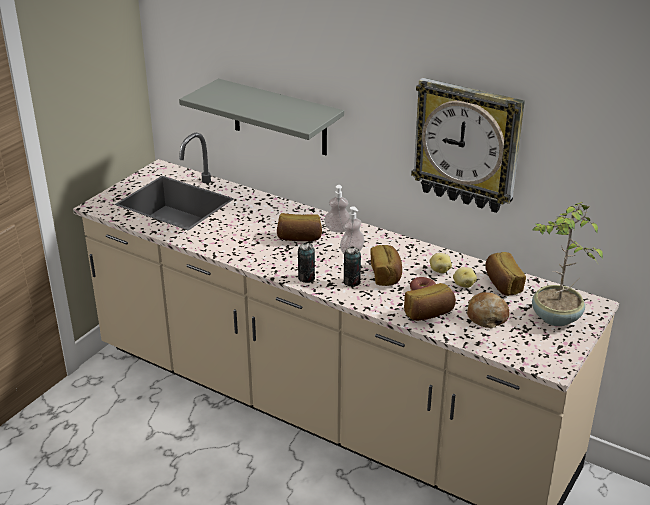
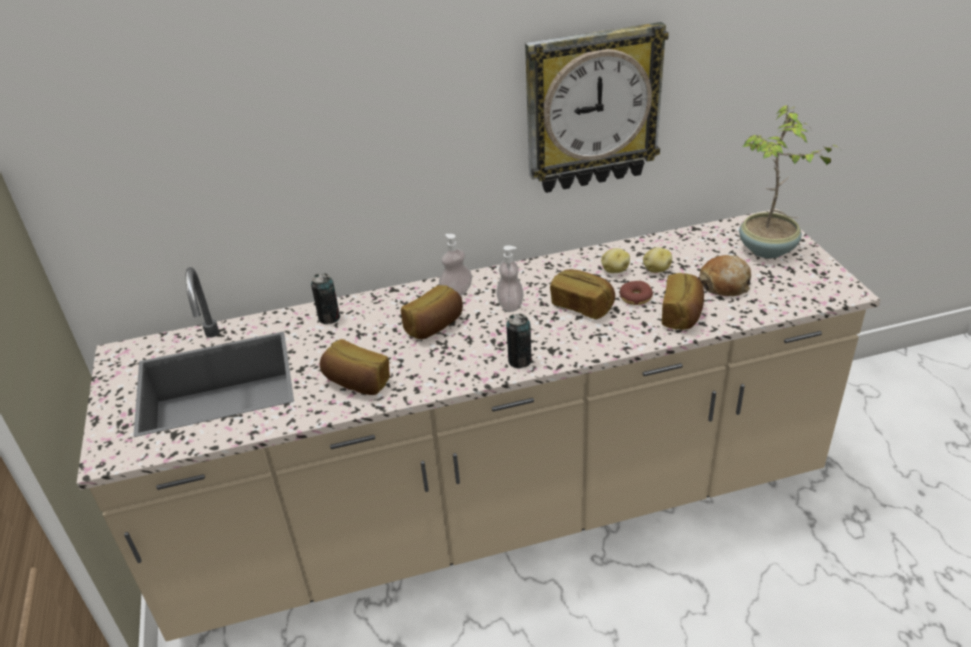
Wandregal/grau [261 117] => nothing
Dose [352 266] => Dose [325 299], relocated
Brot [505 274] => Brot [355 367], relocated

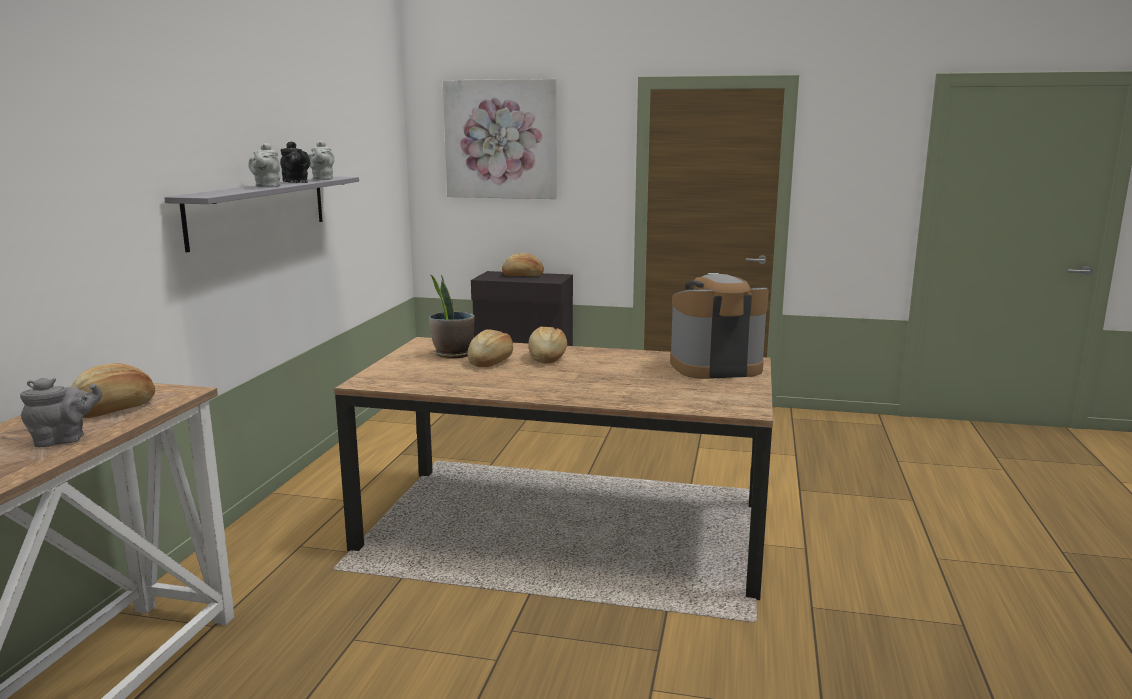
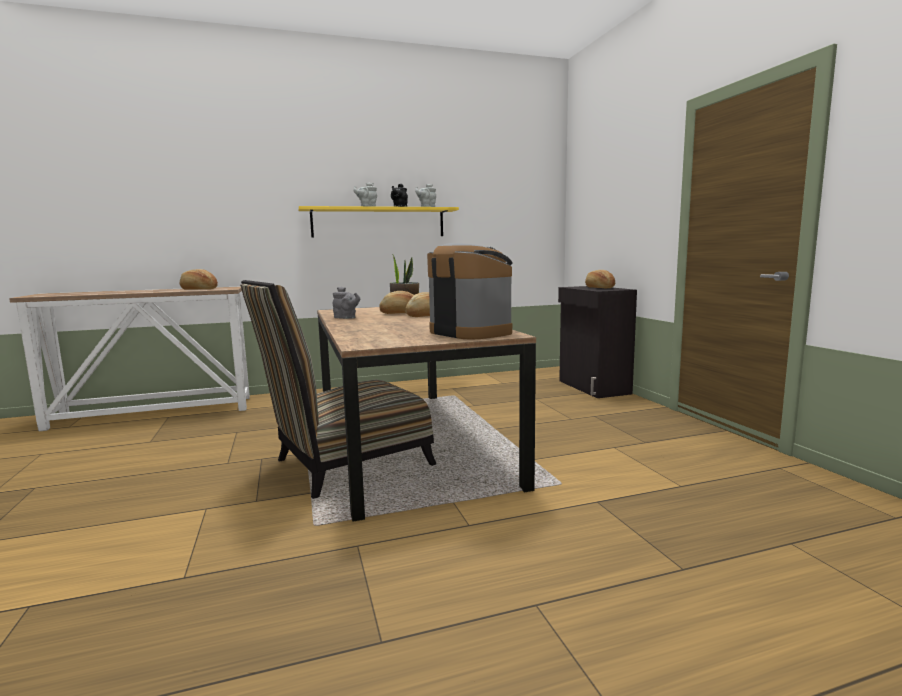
Teekanne/grau [61 412] => Teekanne/grau [346 303], relocated
Wandregal/grau [261 214] => Wandregal/gelb [378 221]
Bild [500 139] => nothing
nothing => Stuhl [338 389]

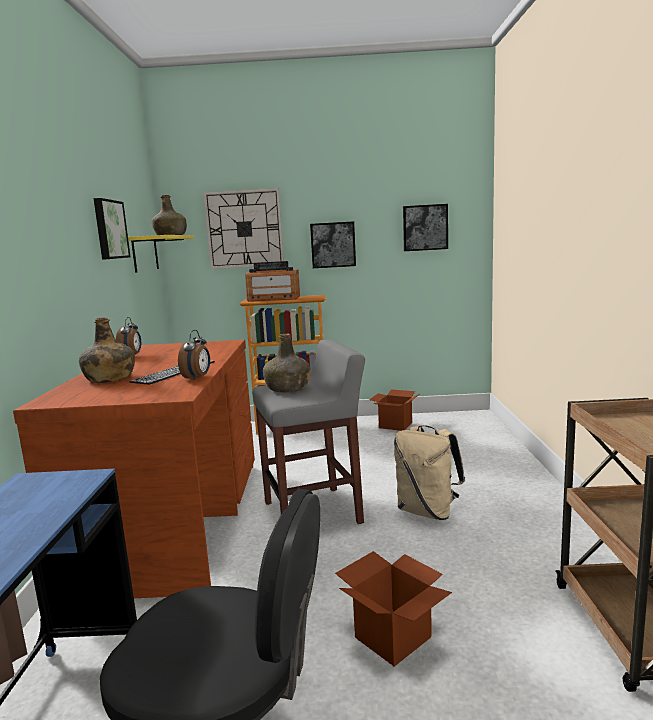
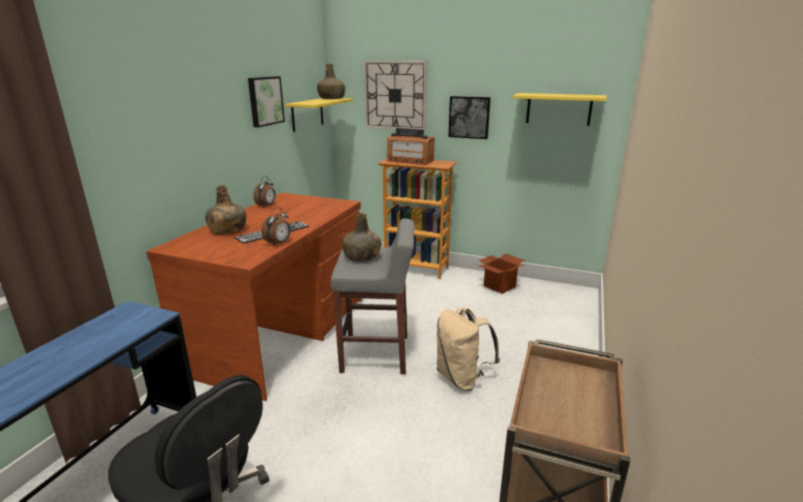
Karton [393 609] => nothing
Bild [425 227] => Wandregal/gelb [560 109]

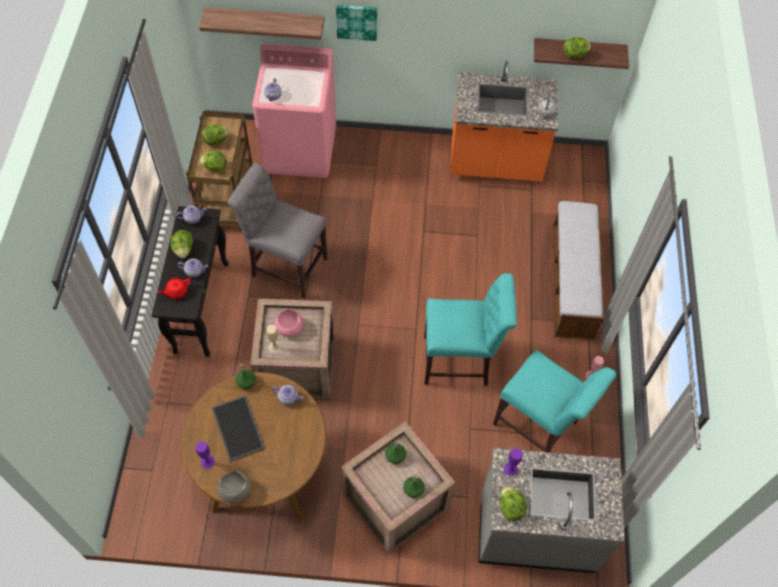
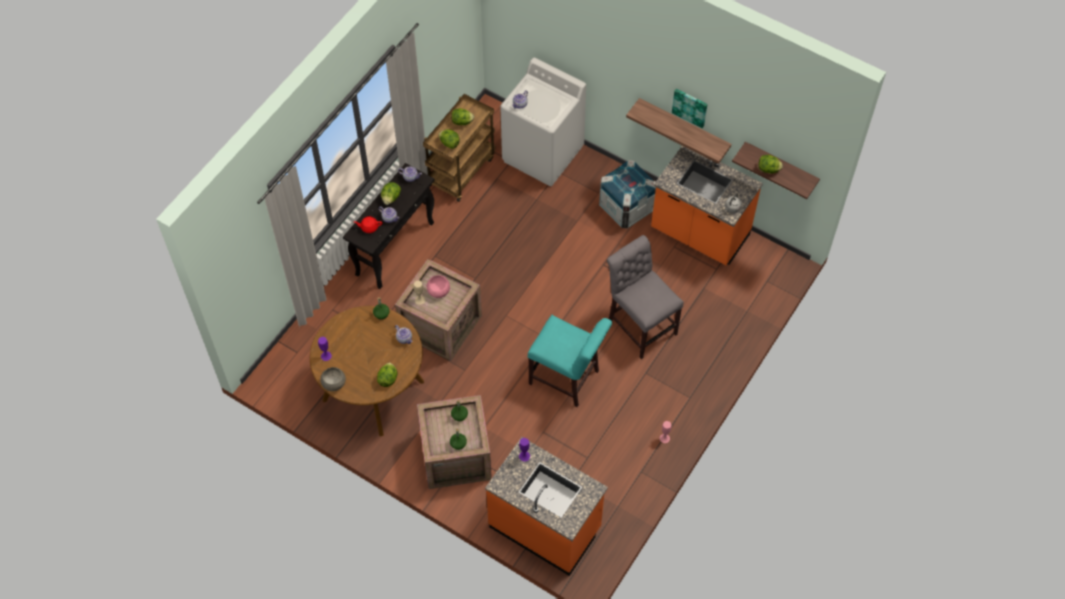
Wandregal [262 23] => Wandregal [678 131], relocated
Tablett [238 428] => nothing
Stuhl/grau [277 230] => Stuhl/grau [645 297], relocated
Waschmaschine/rosa [294 110] => Waschmaschine/weiß [543 122]
Bild [356 23] => Bild [690 108], relocated
Küchenzeile/grau [551 510] => Küchenzeile/orange [546 506]
Stuhl/türkis [554 401] => nothing
Salatkopf [513 504] => Salatkopf [387 375], relocated
Bank [578 270] => nothing
nothing => Kiste [627 194]

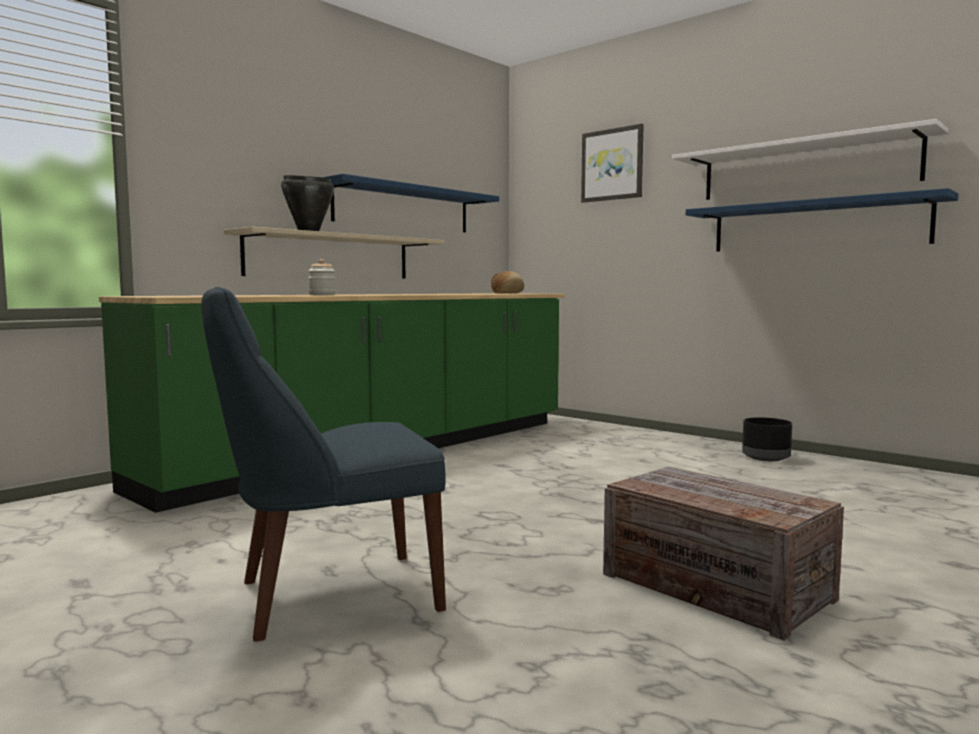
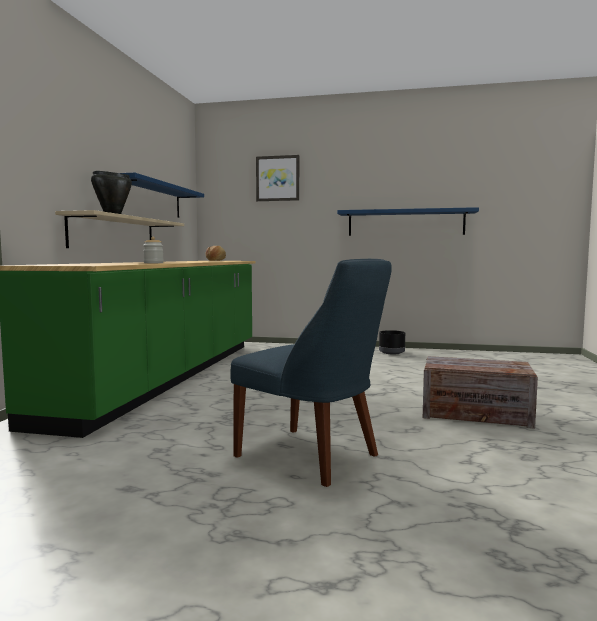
Stuhl/blau [323 464] => Stuhl/blau [311 373], 90 degrees counterclockwise
Wandregal/weiß [810 159] => nothing

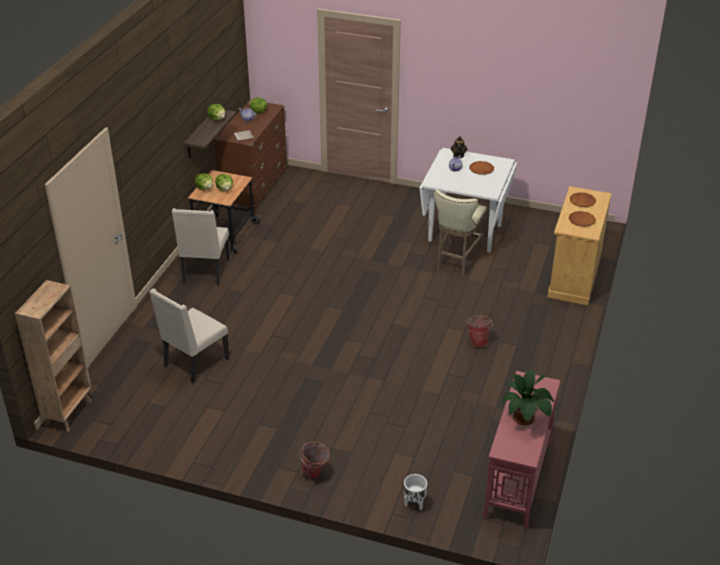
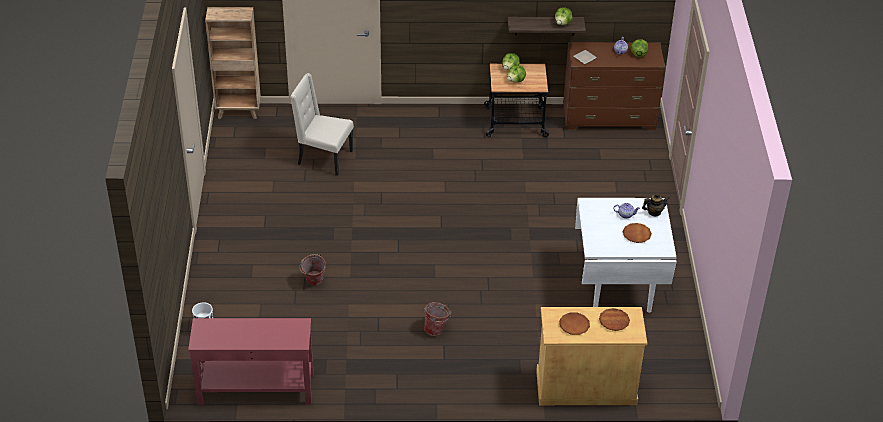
Stuhl/beige [201 246] => nothing
Eimer [315 460] => Eimer [313 269], relocated
Hocker/beige [460 232] => nothing
Topfpflanze [527 397] => nothing

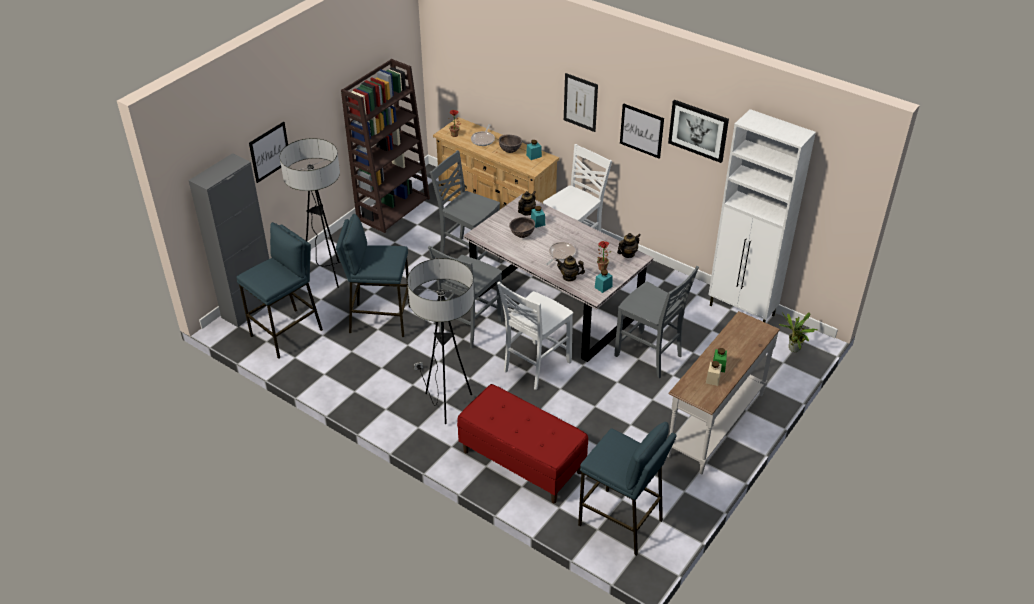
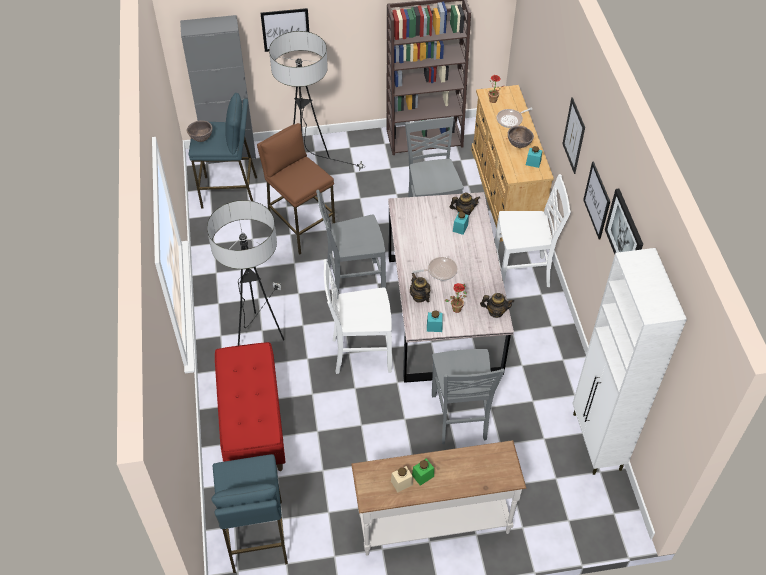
Hocker/blau [373 275] => Hocker/braun [296 188]
Schüssel/braun [522 227] => Schüssel/braun [199 131], relocated
Topfpflanze [798 332] => nothing

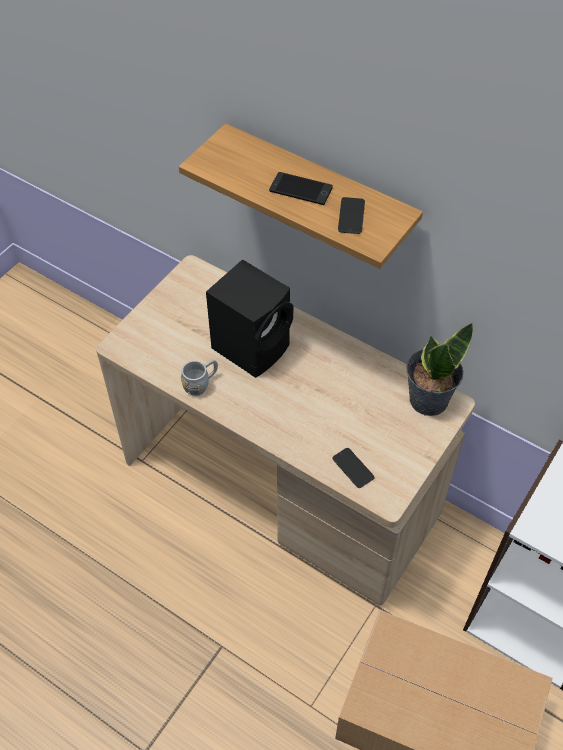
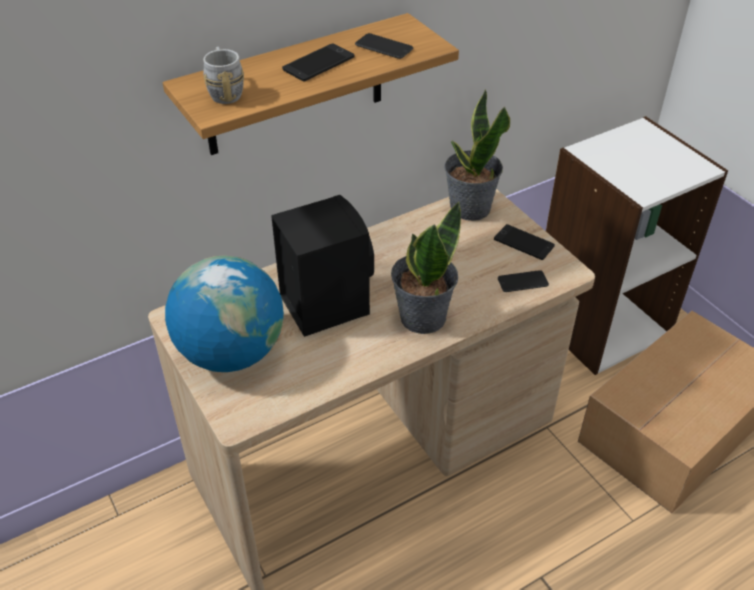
Henkelbecher/grau [199 378] => Henkelbecher/grau [223 75], relocated
nothing => Globus [224 313]
nothing => Topfpflanze [426 267]
nothing => Handy [524 242]

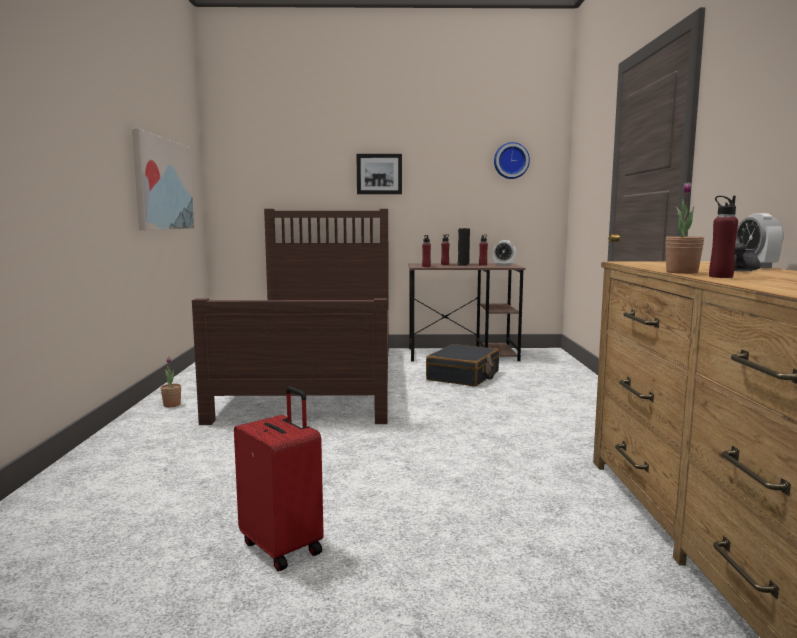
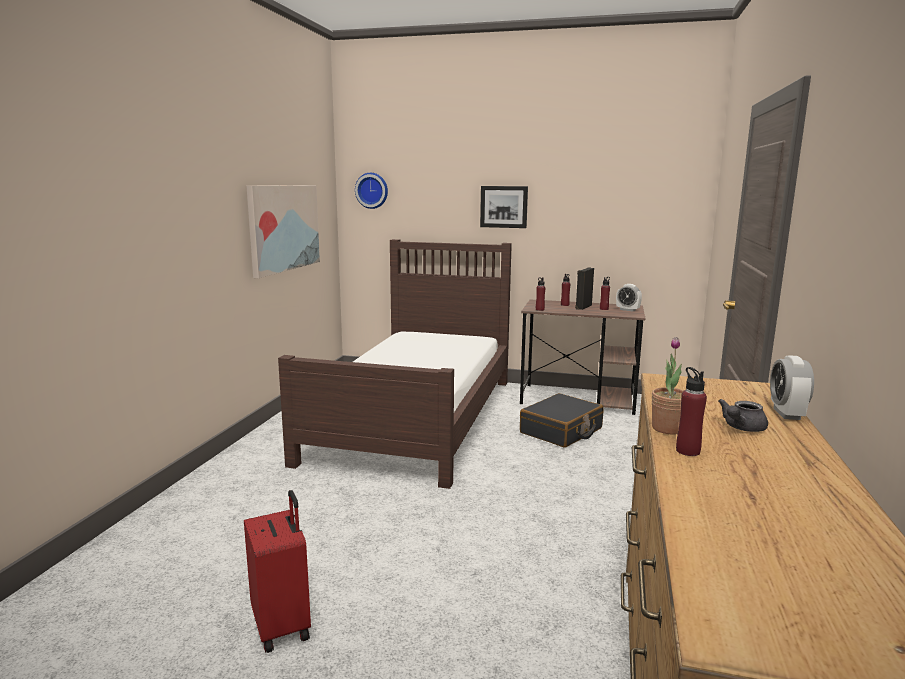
Topfpflanze [170 382] => nothing
Wanduhr [512 160] => Wanduhr [371 191], relocated

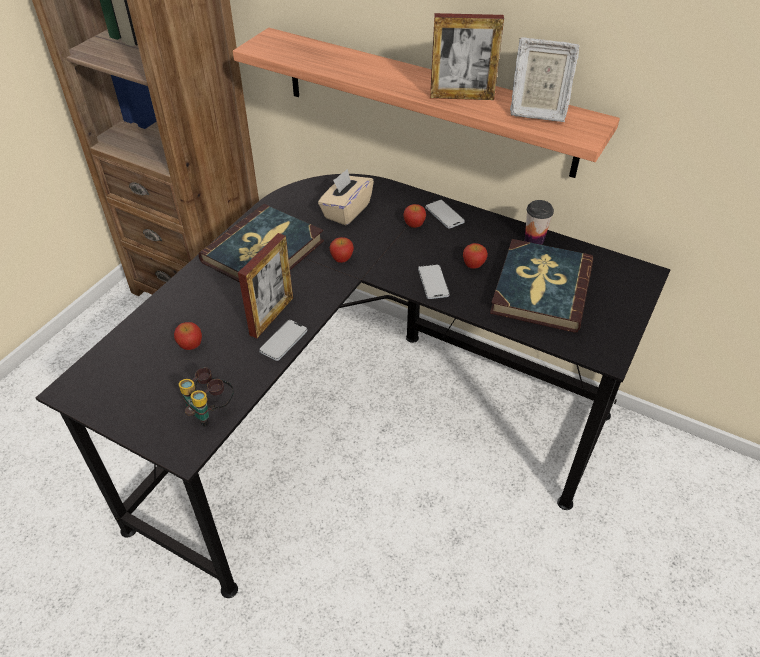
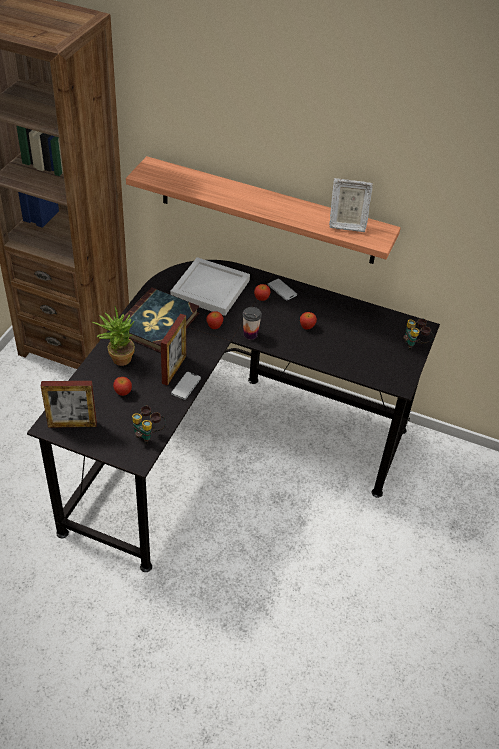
Taschentuchbox/beige [346 196] => Tablett/weiß [210 286]
Handy [434 281] => nothing
Bilderrahmen [467 56] => Bilderrahmen [69 404], relocated
Buch [541 286] => nothing
Tasse [539 222] => Tasse [252 323], relocated
nothing => Topfpflanze [113 336]
nothing => Fernglas [418 334]

